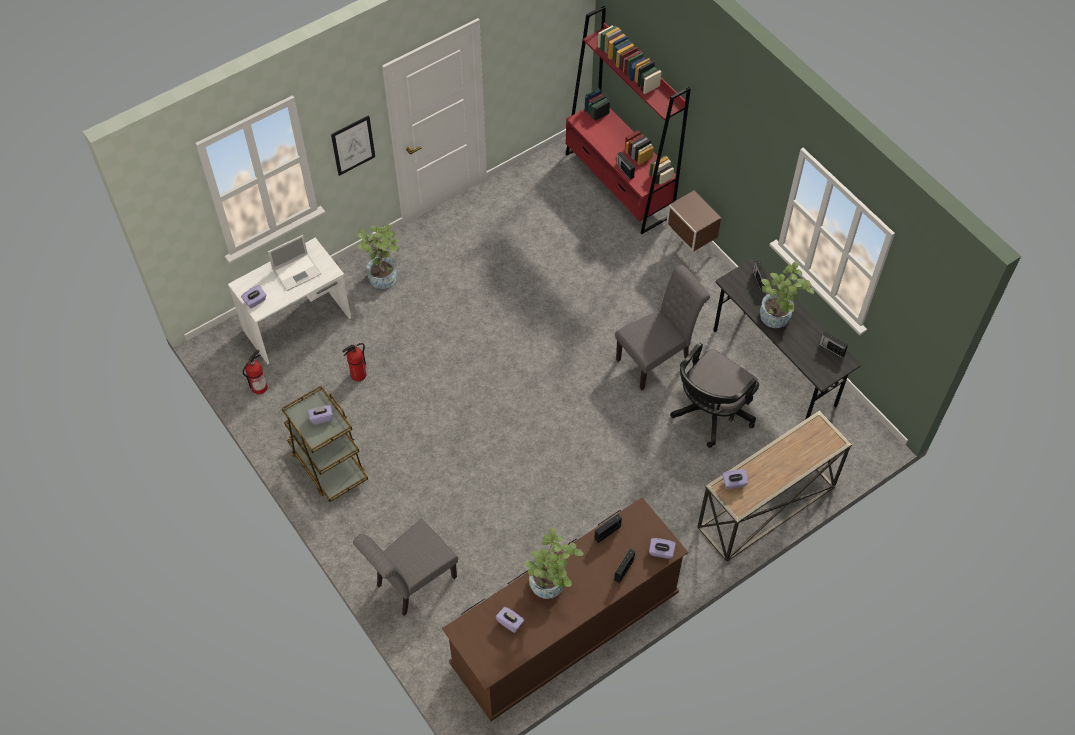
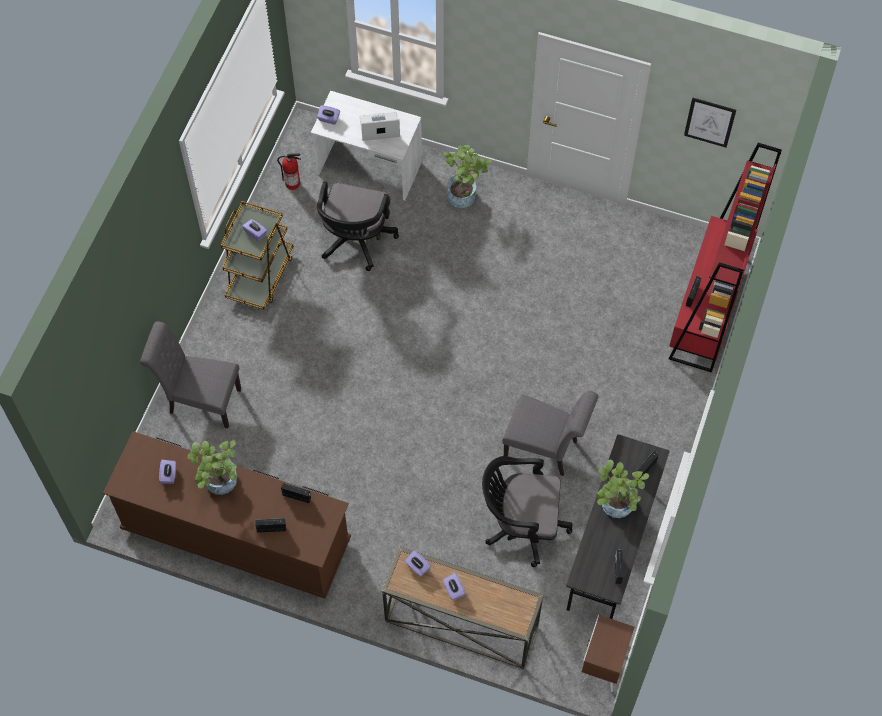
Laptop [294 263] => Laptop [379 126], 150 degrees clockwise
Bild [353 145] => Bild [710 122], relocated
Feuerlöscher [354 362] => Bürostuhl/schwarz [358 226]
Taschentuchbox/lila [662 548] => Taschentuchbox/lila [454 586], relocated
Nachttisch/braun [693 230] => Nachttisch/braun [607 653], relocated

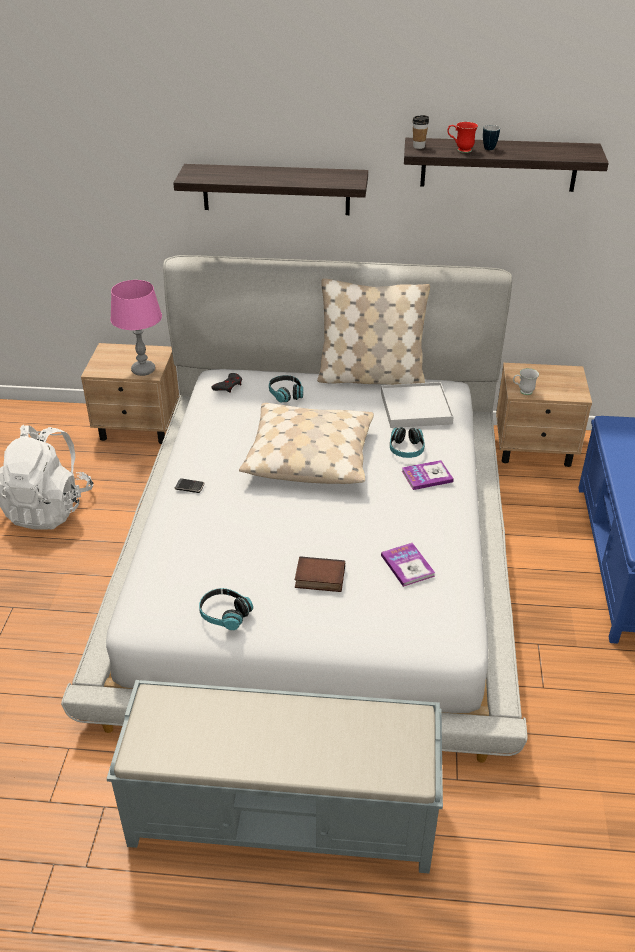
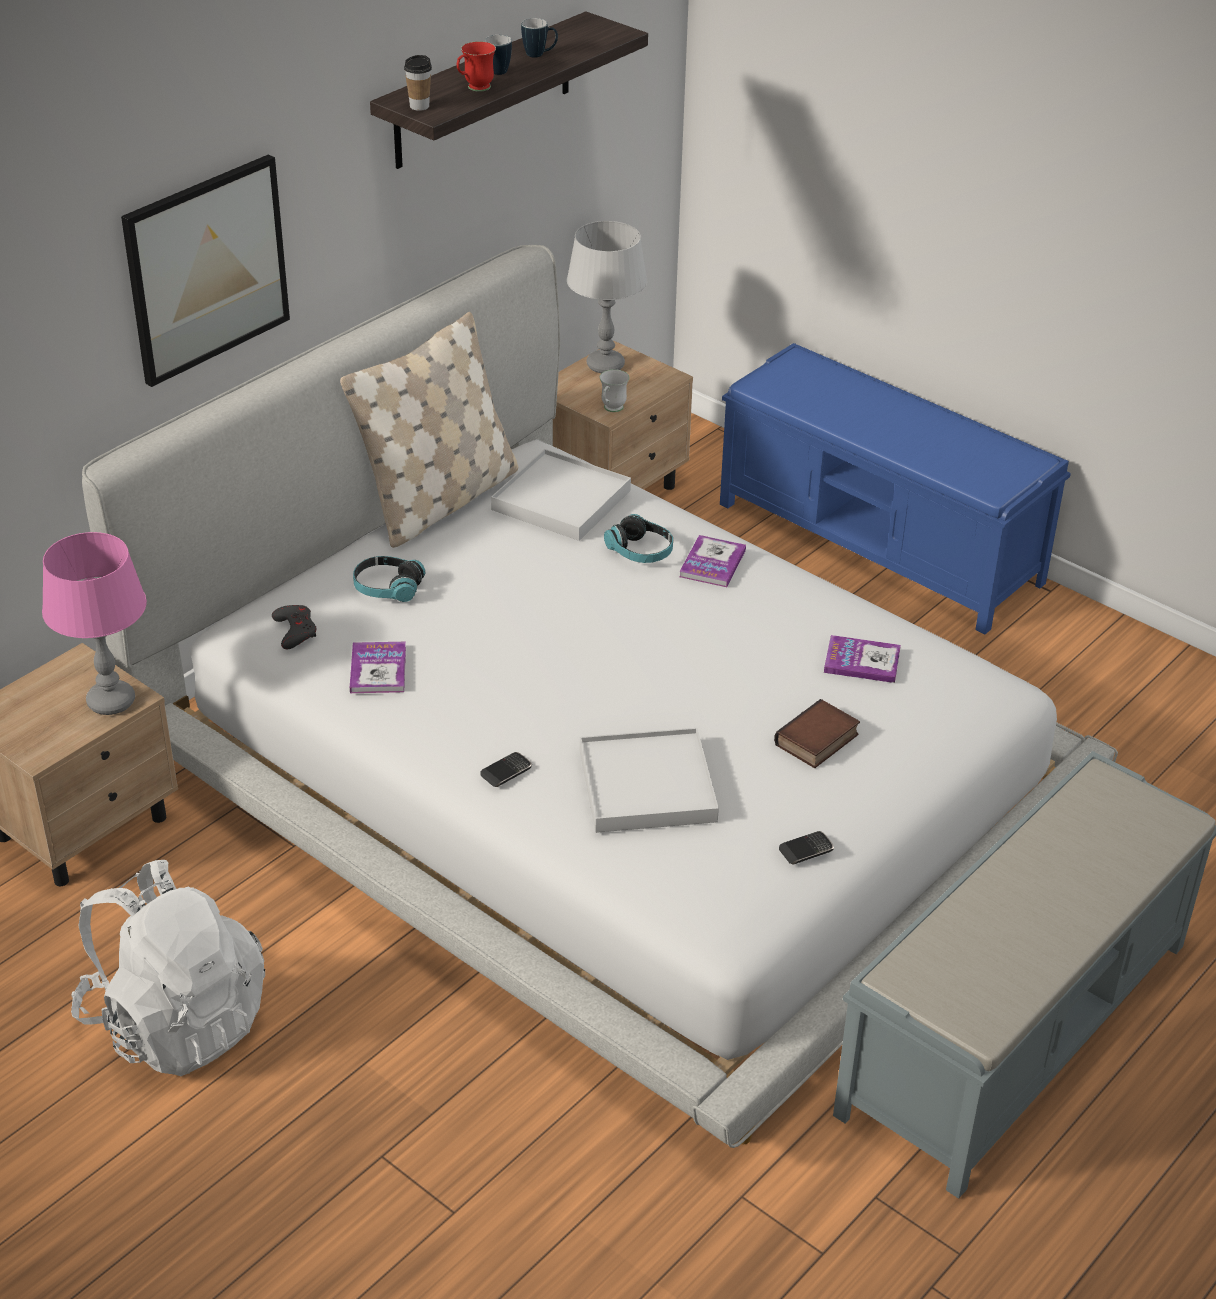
Wandregal [270 189] => Bild [205 270]
Kopfhörer [226 609] => Handy [806 847]
Kissen/beige [306 443] => nothing
nothing => Buch [378 667]
nothing => Henkelbecher [539 38]
nothing => Tischlampe/grau [607 297]
nothing => Tablett/weiß [649 780]

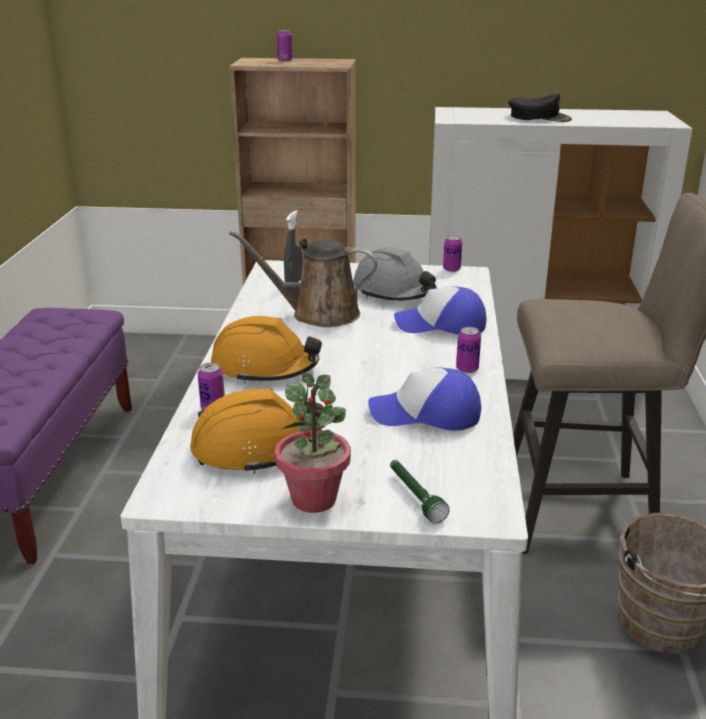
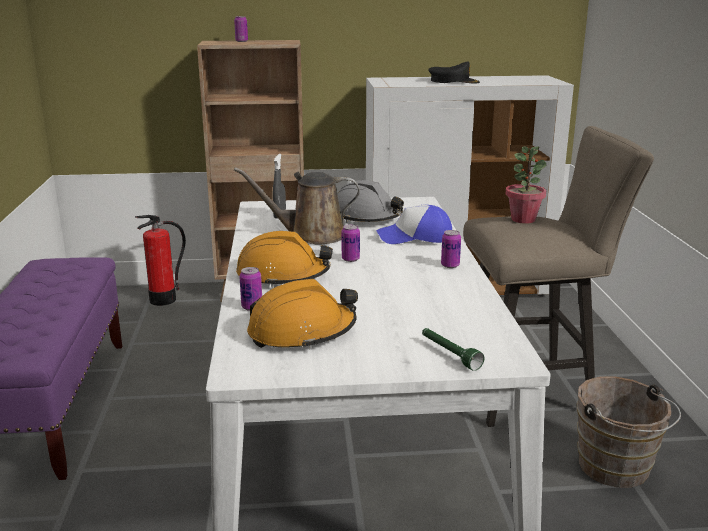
Topfpflanze [313 442] => Topfpflanze [526 185], relocated
Kappe [424 398] => nothing
Dose [452 253] => Dose [351 243], relocated
nothing => Feuerlöscher [160 260]

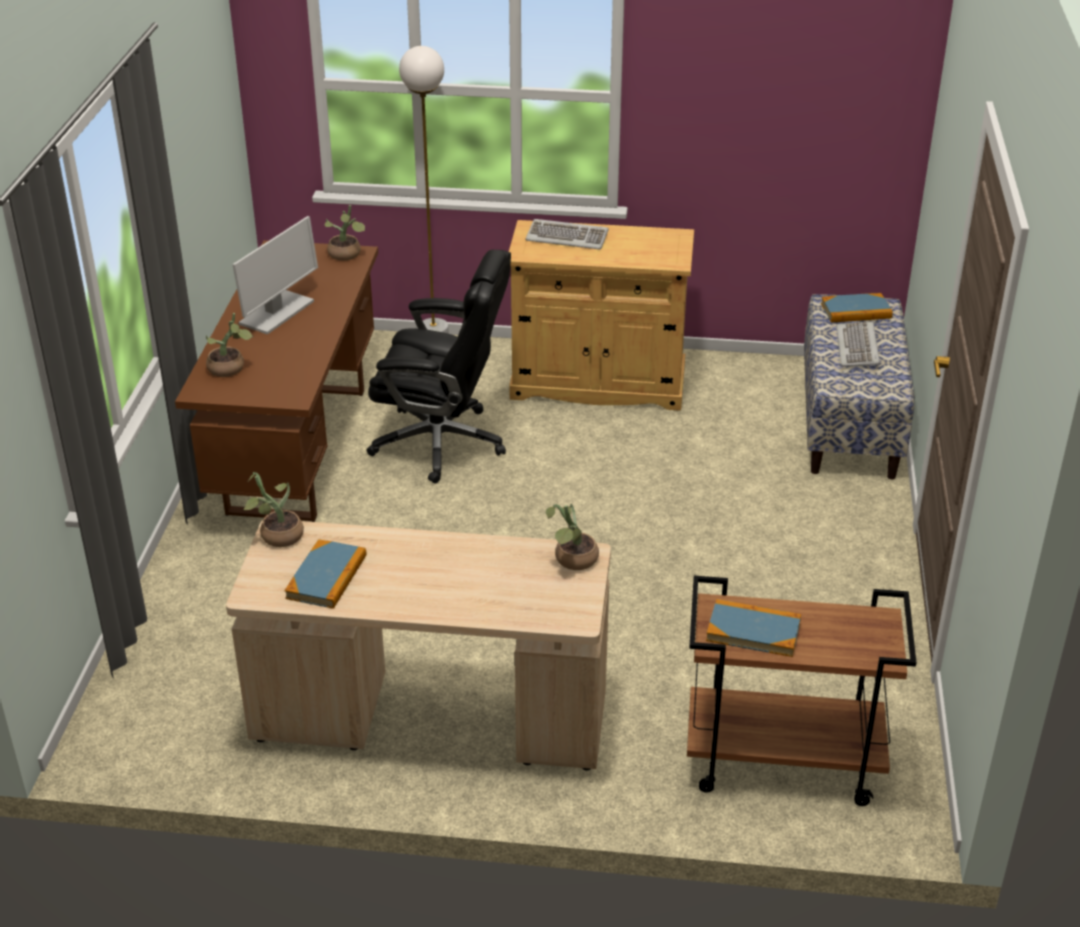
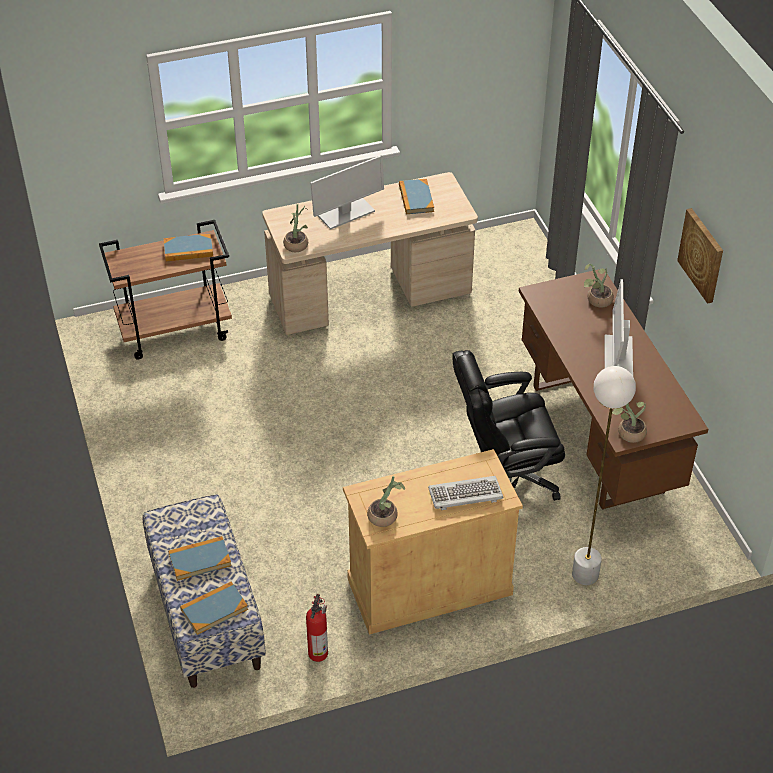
Topfpflanze [273 509] => Topfpflanze [386 501], relocated
Tastatur [858 344] => Buch [200 558]
nothing => Feuerlöscher [317 628]
nothing => Monitor [347 192]
nothing => Bild [700 256]

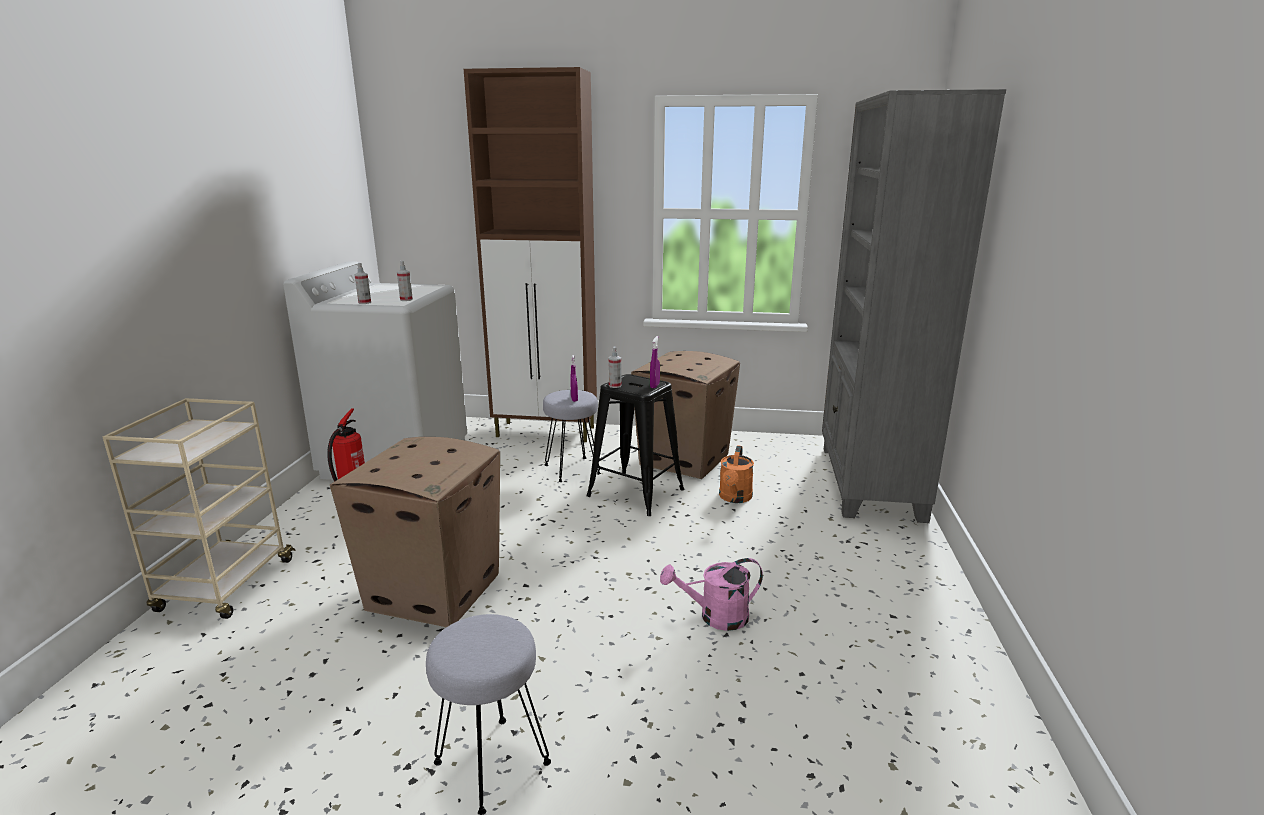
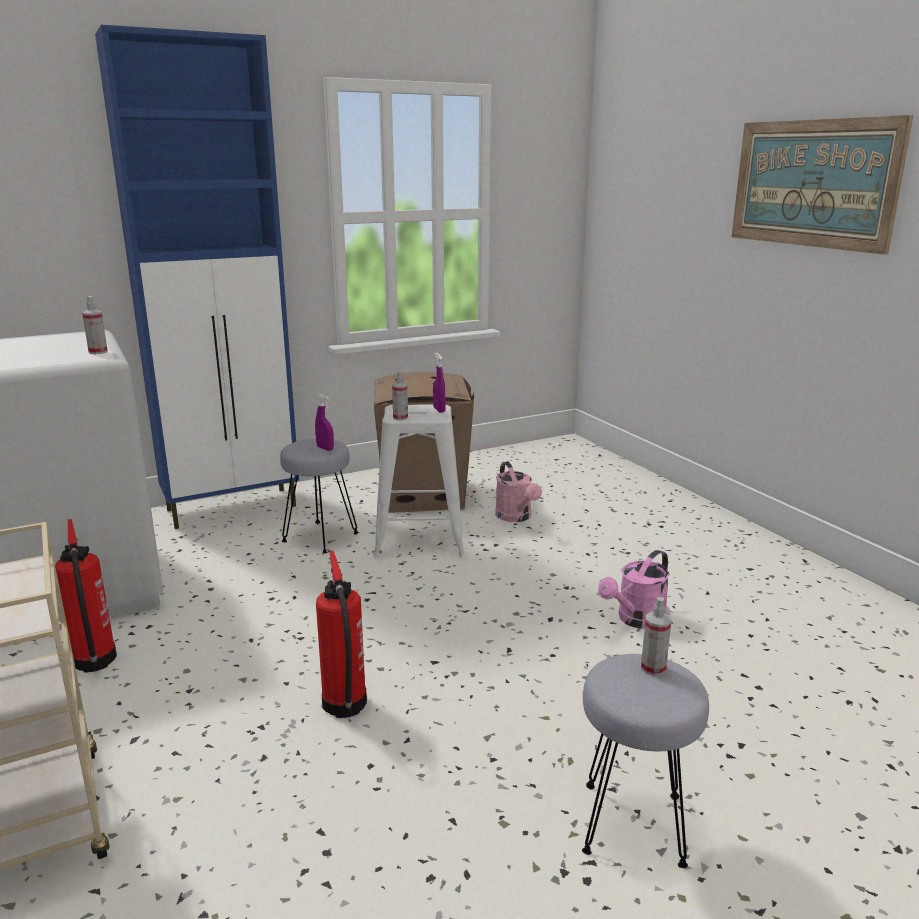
Karton [415 532] => Feuerlöscher [341 634]
Sprühflasche [362 283] => Sprühflasche [656 636], relocated
Schrank/braun [530 254] => Schrank/blau [197 277]
Hocker/schwarz [635 445] => Hocker/weiß [419 481]
Gießkanne/orange [736 474] => Gießkanne/rosa [518 491]
Bücherregal/grau [914 306] => nothing
nothing => Bild [823 185]

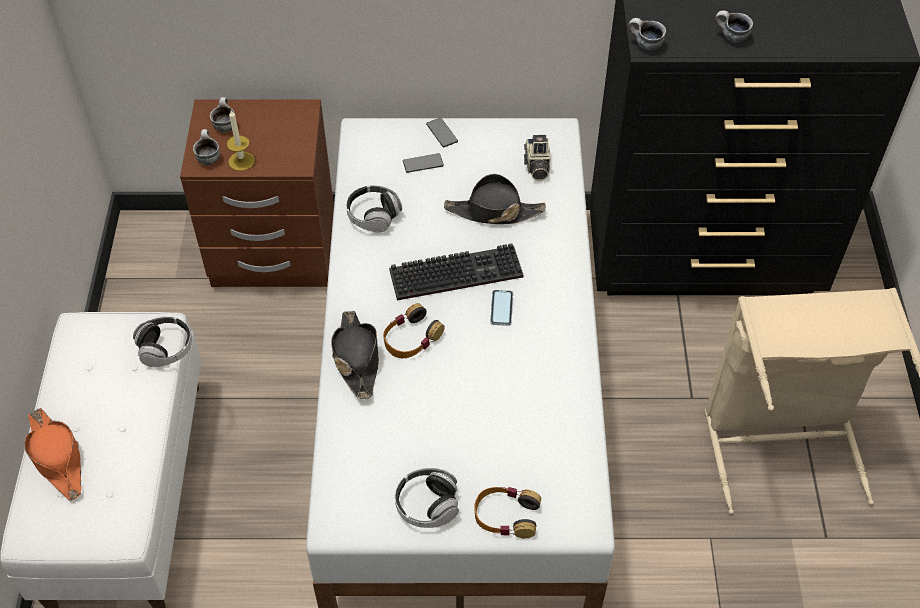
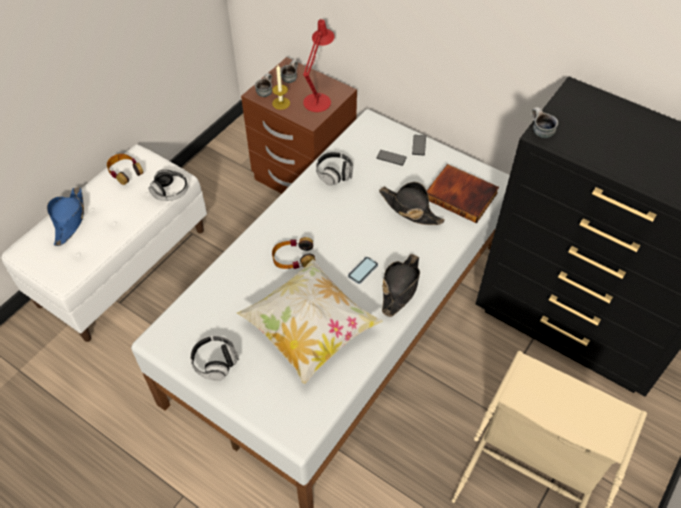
Hut/orange [52 454] => Hut/blau [65 216]
Hut/schwarz [355 355] => Hut/schwarz [401 285], relocated
Tastatur [456 271] => nothing
Kopfhörer [507 512] => Kopfhörer [125 169], relocated
Kamera [537 158] => Buch [463 193]
Henkelbecher [734 26] => nothing
nothing => Kissen [310 321]
nothing => Tischlampe/rot [319 65]

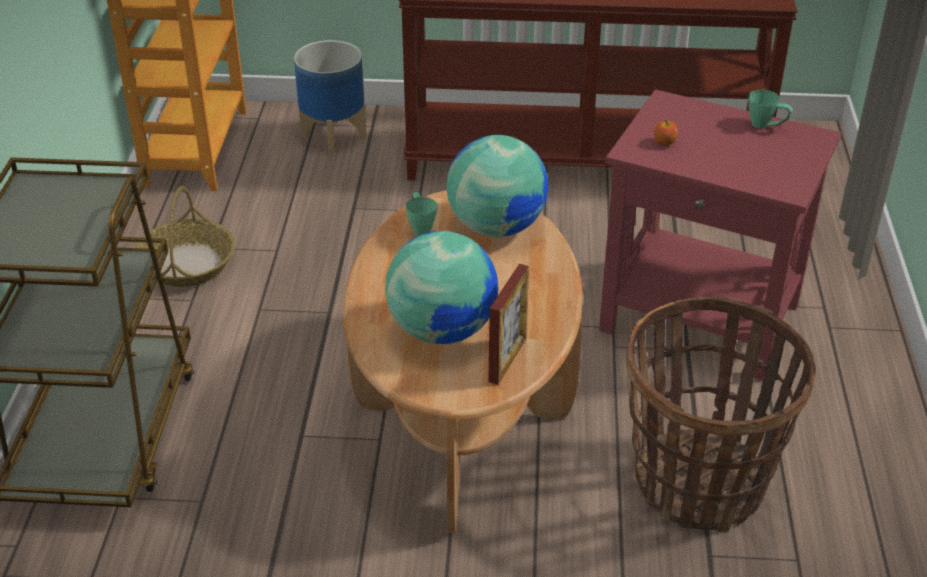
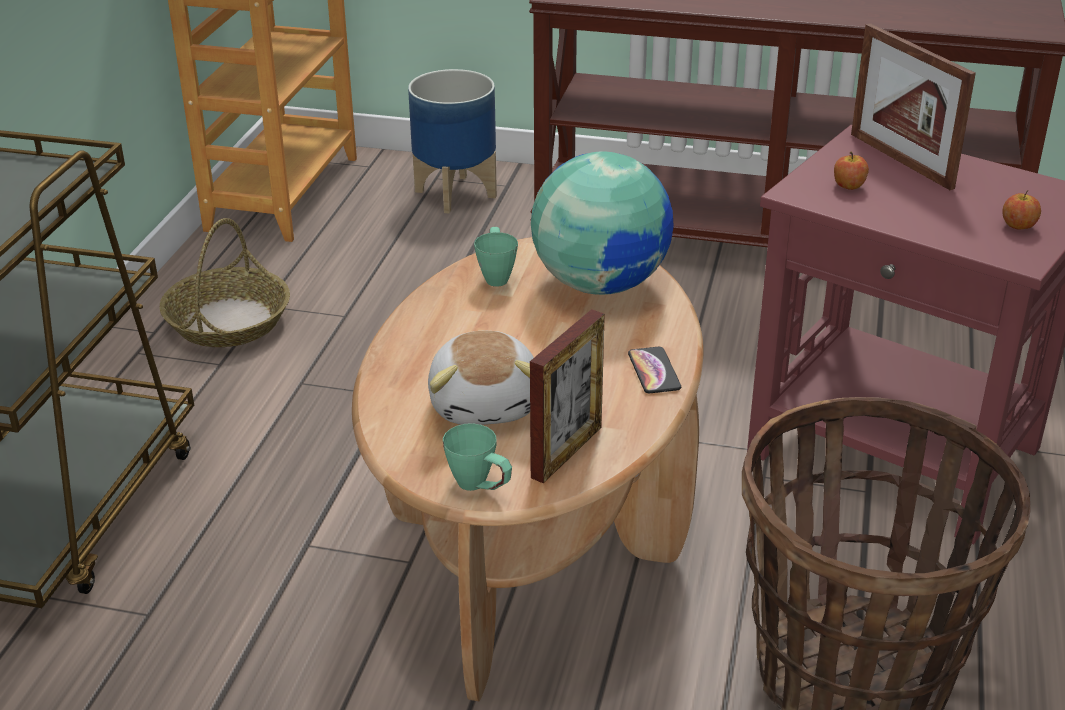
Globus [441 287] => Plüschtier [481 378]
Henkelbecher/grün [770 109] => Henkelbecher/grün [477 457], relocated
nothing => Handy [654 370]
nothing => Bilderrahmen [913 106]
nothing => Apfel [1021 209]

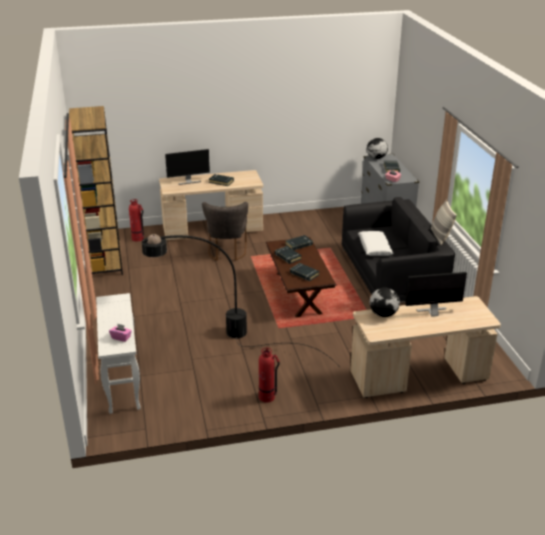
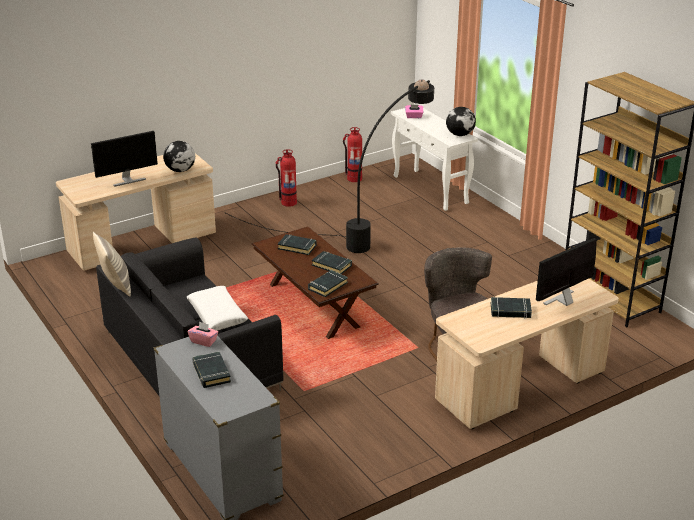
Feuerlöscher [136 220] => Feuerlöscher [352 154], relocated
Globus [377 148] => Globus [461 121], relocated

